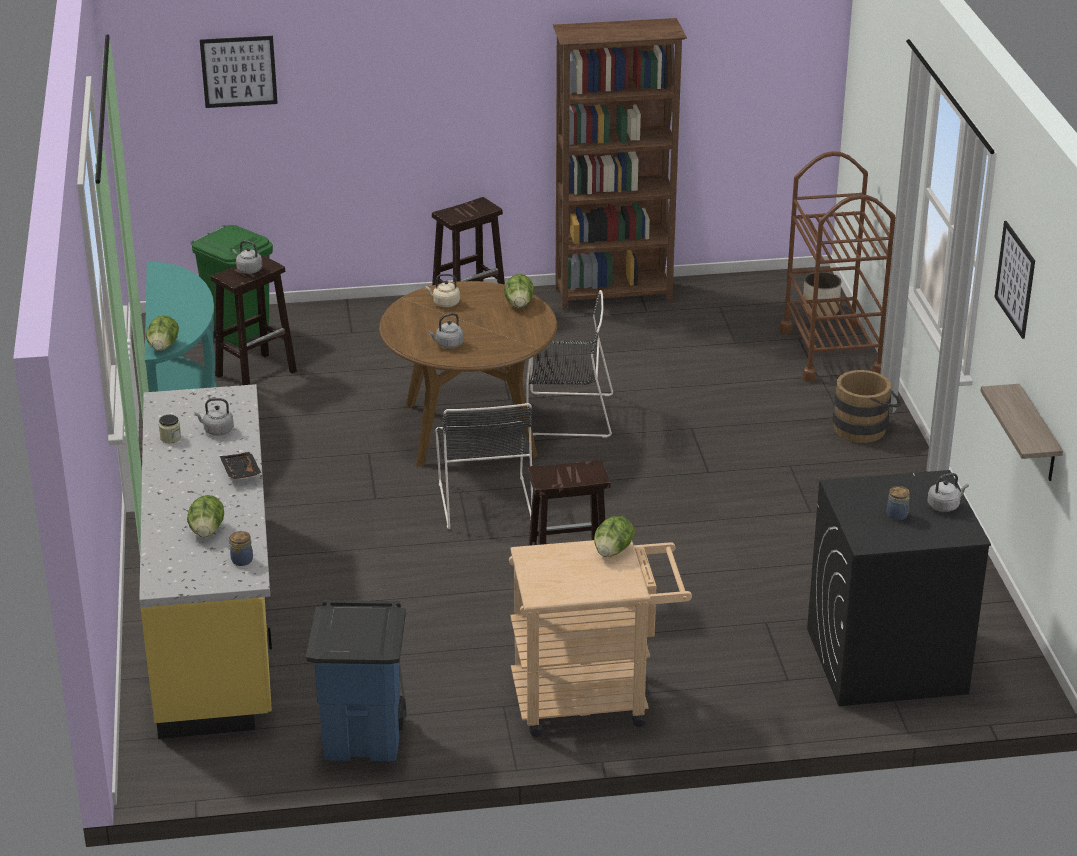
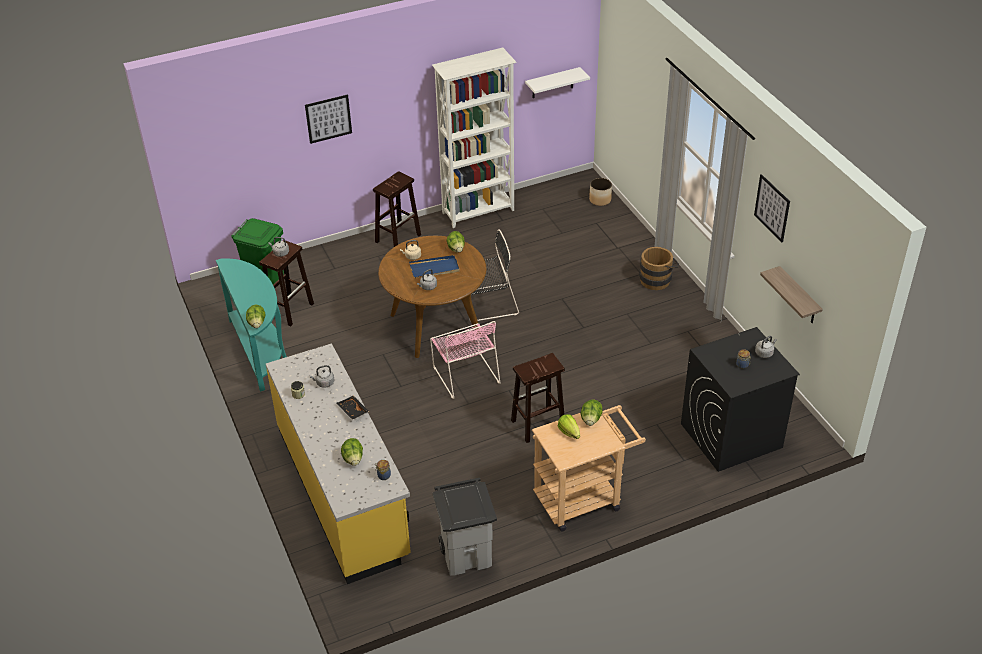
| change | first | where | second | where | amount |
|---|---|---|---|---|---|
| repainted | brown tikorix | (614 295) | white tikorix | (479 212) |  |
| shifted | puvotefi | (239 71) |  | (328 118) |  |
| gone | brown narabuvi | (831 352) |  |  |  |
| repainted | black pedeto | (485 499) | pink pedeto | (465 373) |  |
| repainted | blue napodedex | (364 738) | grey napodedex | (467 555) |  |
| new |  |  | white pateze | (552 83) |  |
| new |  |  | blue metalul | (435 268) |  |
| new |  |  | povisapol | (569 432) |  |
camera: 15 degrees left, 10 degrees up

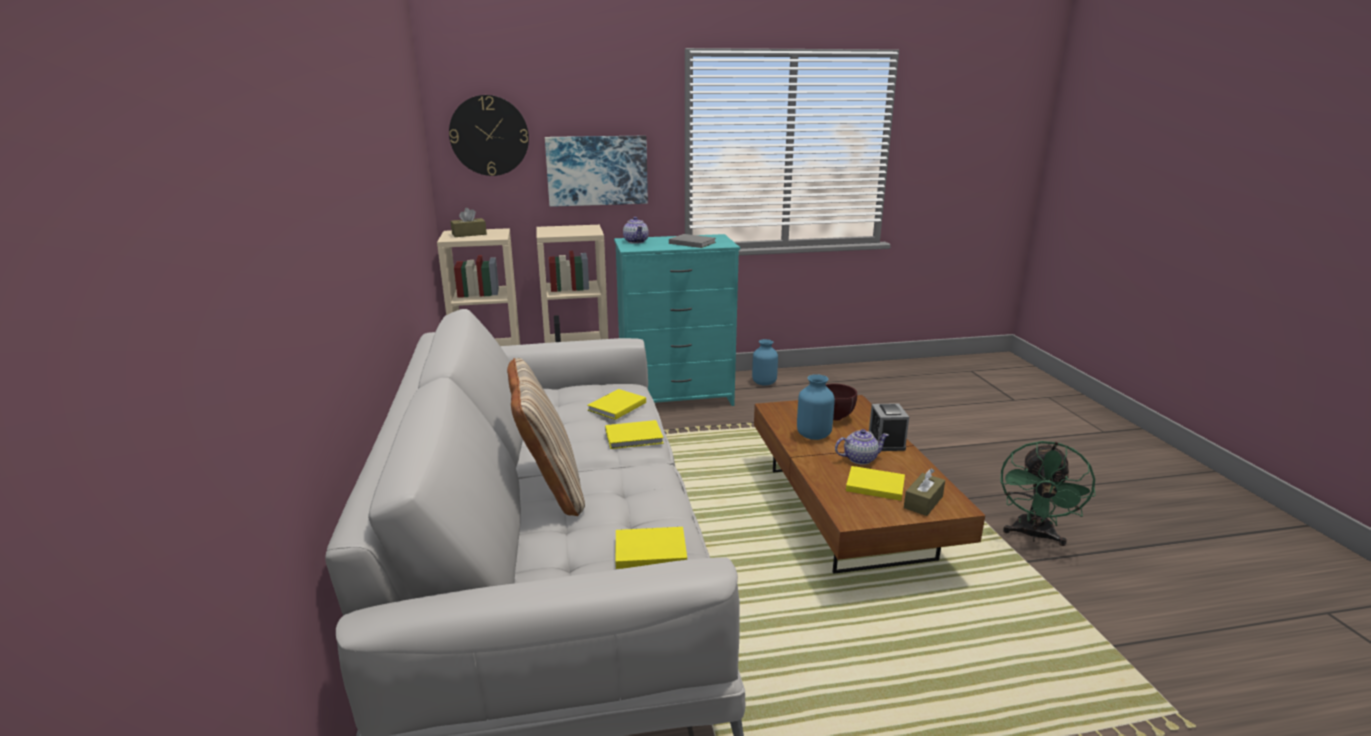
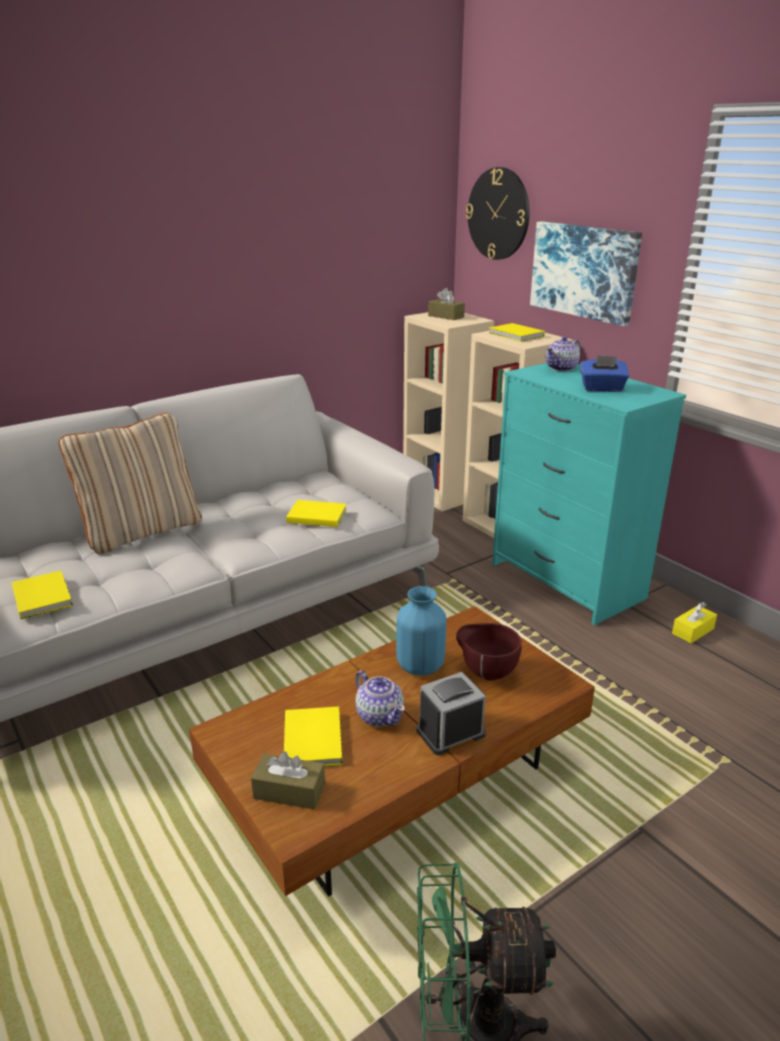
| change | first | where | second | where | amount |
|---|---|---|---|---|---|
| swapped | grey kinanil | (691 243) | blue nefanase | (602 388) |  |
| swapped | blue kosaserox | (763 382) | yellow nefanase | (692 631) |  |
| shifted | yellow kinanil | (635 437) |  | (516 335) |  |
camera: 65 degrees right, 5 degrees up

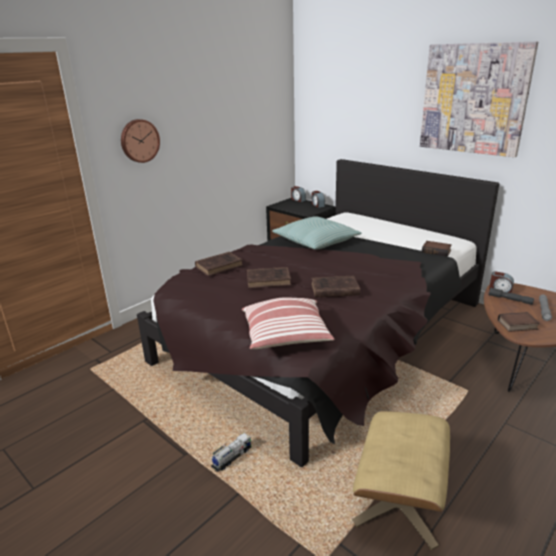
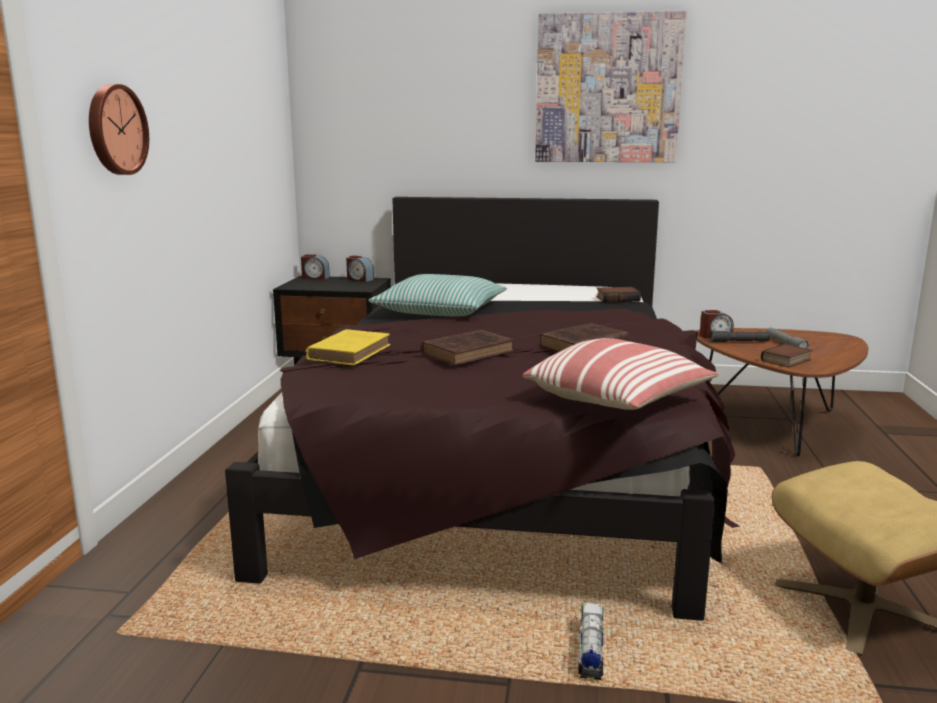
| change | first | where | second | where | amount |
|---|---|---|---|---|---|
| repainted | brown kinanil | (220 266) | yellow kinanil | (350 352) |  |
camera: 35 degrees left, 10 degrees down

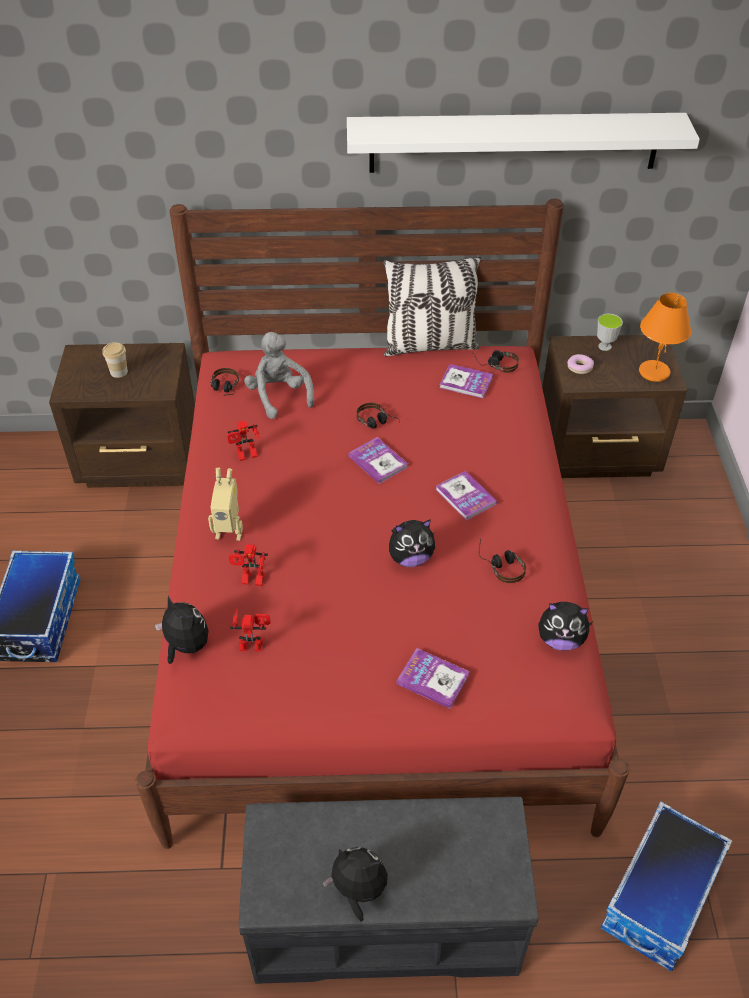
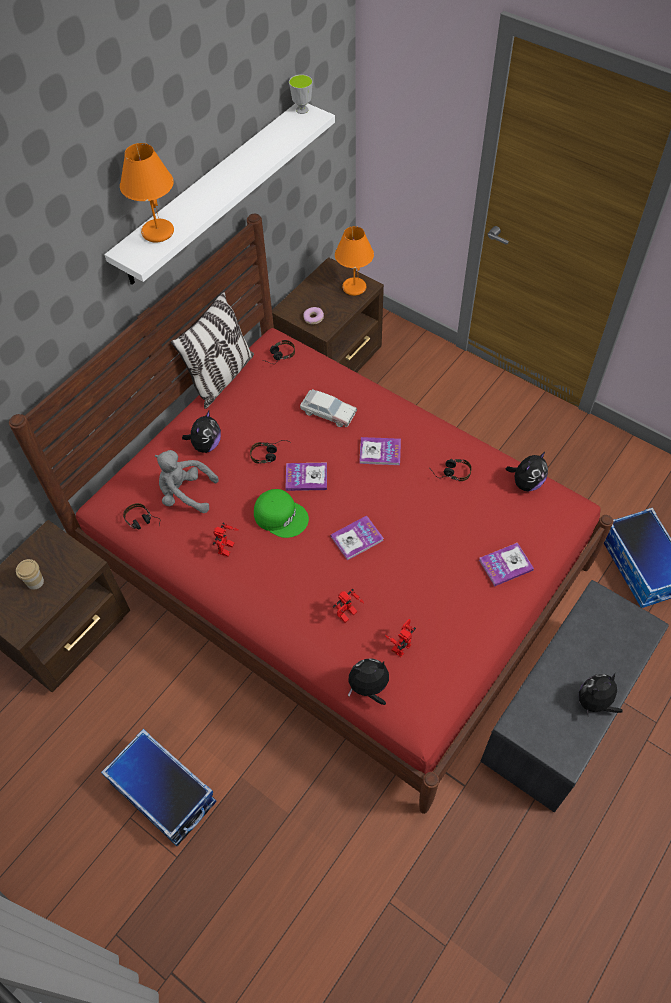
| change | first | where | second | where | amount |
|---|---|---|---|---|---|
| shifted | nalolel | (604 346) |  | (302 110) |  |
| shifted | kinanil | (466 382) |  | (357 538) |  |
| gone | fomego | (230 530) |  |  |  |
| shifted | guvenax | (410 558) |  | (206 445) |  |
| new |  |  | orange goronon | (157 232) |  |
| new |  |  | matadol | (327 412) |  |
| new |  |  | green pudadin | (281 516) |  |
camera: 50 degrees left, 10 degrees up

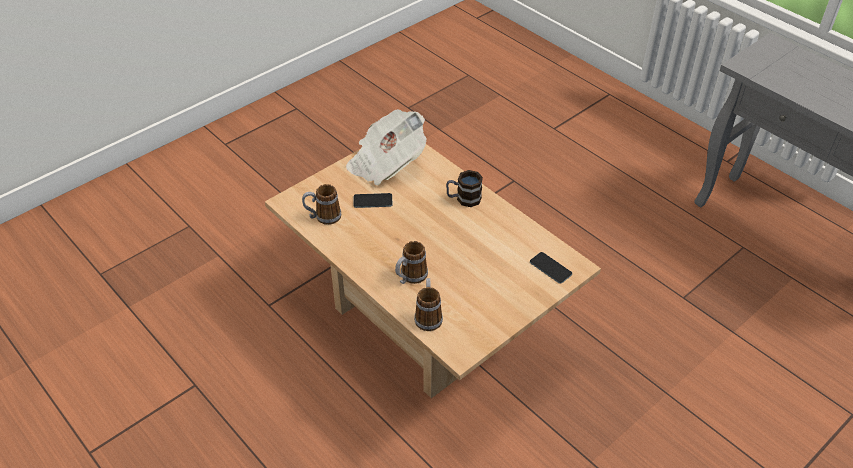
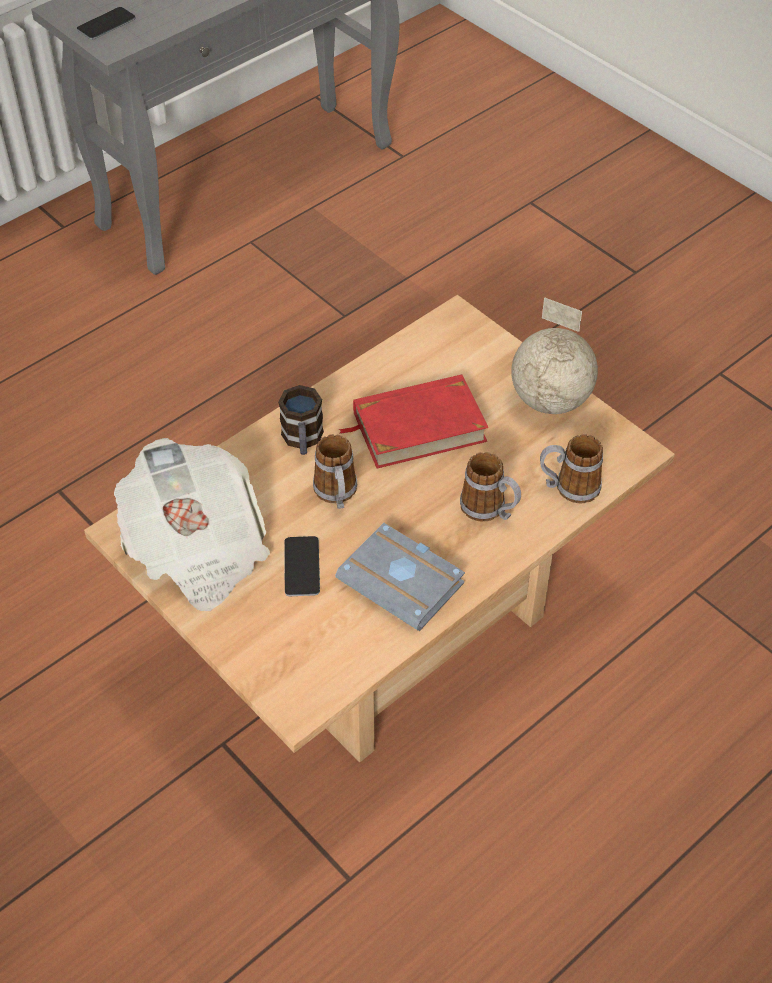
| change | first | where | second | where | amount |
|---|---|---|---|---|---|
| shifted | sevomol | (323 217) |  | (337 495) |  |
| shifted | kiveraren | (550 268) |  | (106 24) |  |
| new |  |  | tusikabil | (550 400) |  |
| new |  |  | red kinanil | (418 426) |  |
| new |  |  | grey kinanil | (404 581) |  |
camera: 90 degrees left, 5 degrees up

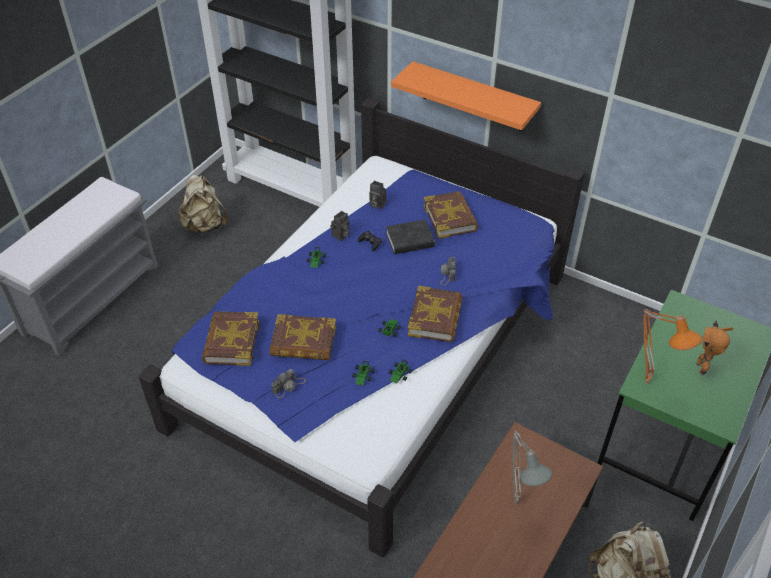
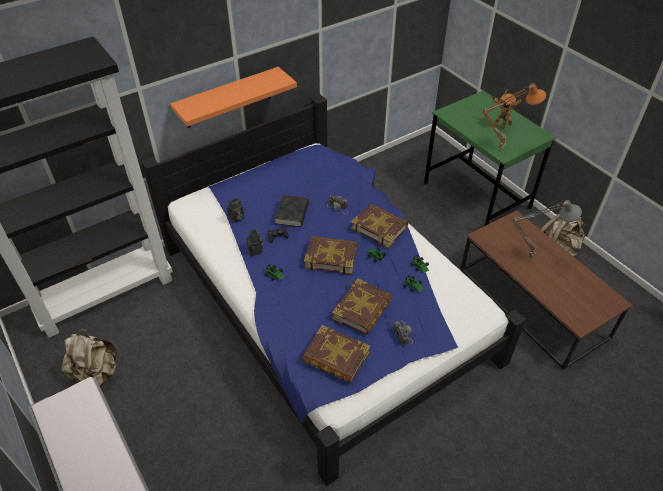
| change | first | where | second | where | amount |
|---|---|---|---|---|---|
| shifted | kinanil | (450 218) |  | (331 257) |  |
camera: 65 degrees left, 0 degrees up

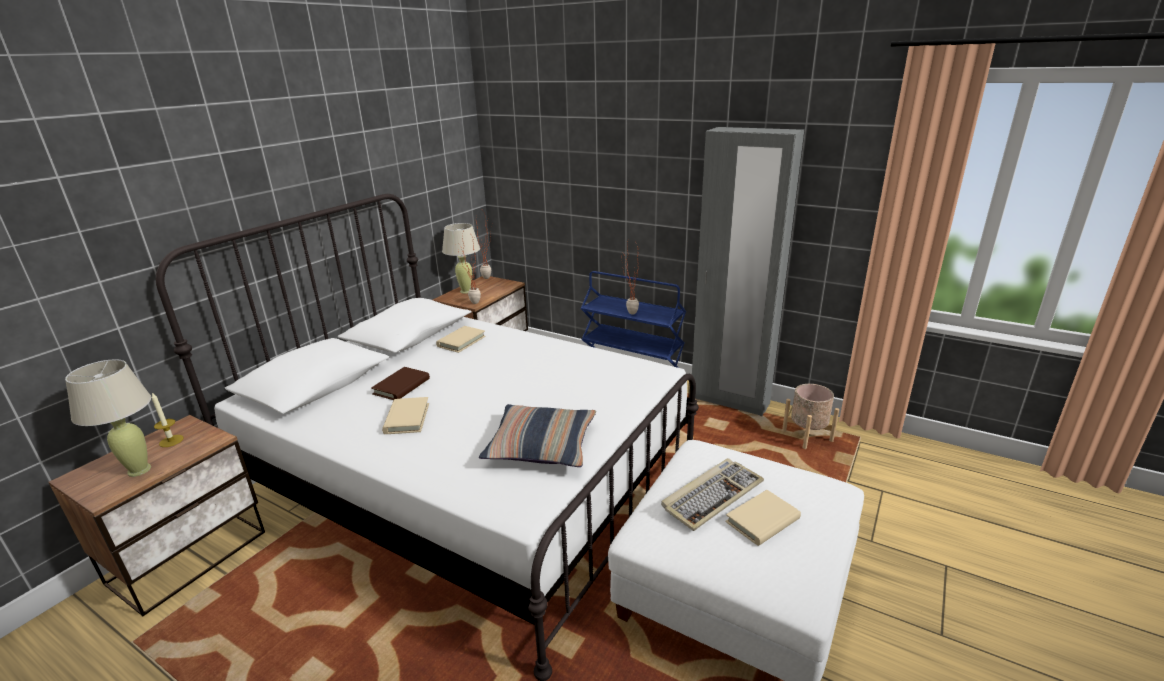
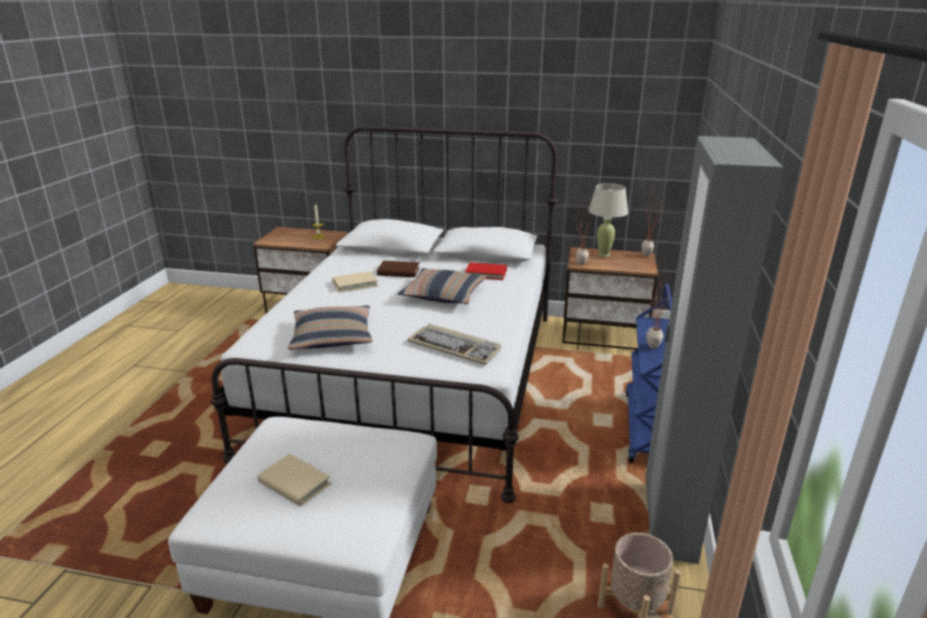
| change | first | where | second | where | amount |
|---|---|---|---|---|---|
| repainted | beige kinanil | (461 341) | red kinanil | (486 273) |  |
| gone | beige goronon | (139 470) |  |  |  |
| shifted | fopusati | (712 495) |  | (455 347) |  |
| new |  |  | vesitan | (443 295) |  |
camera: 70 degrees right, 0 degrees up

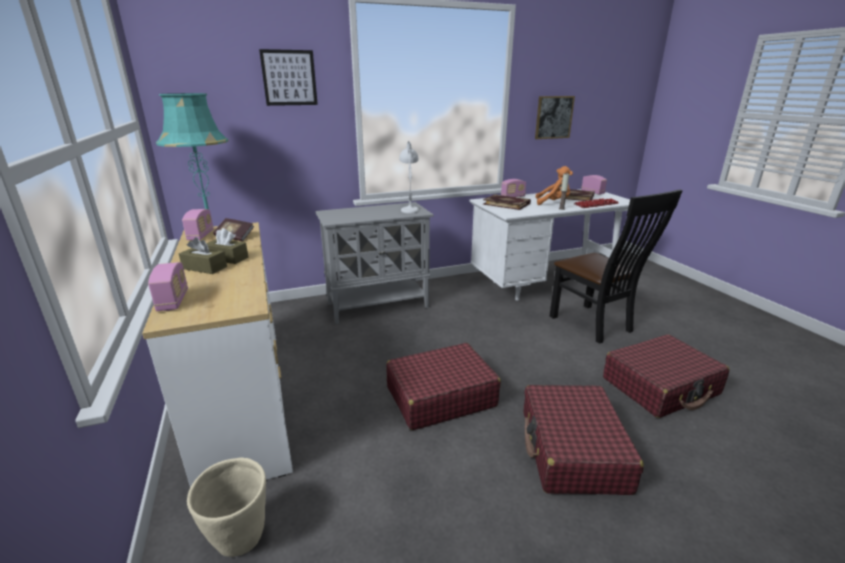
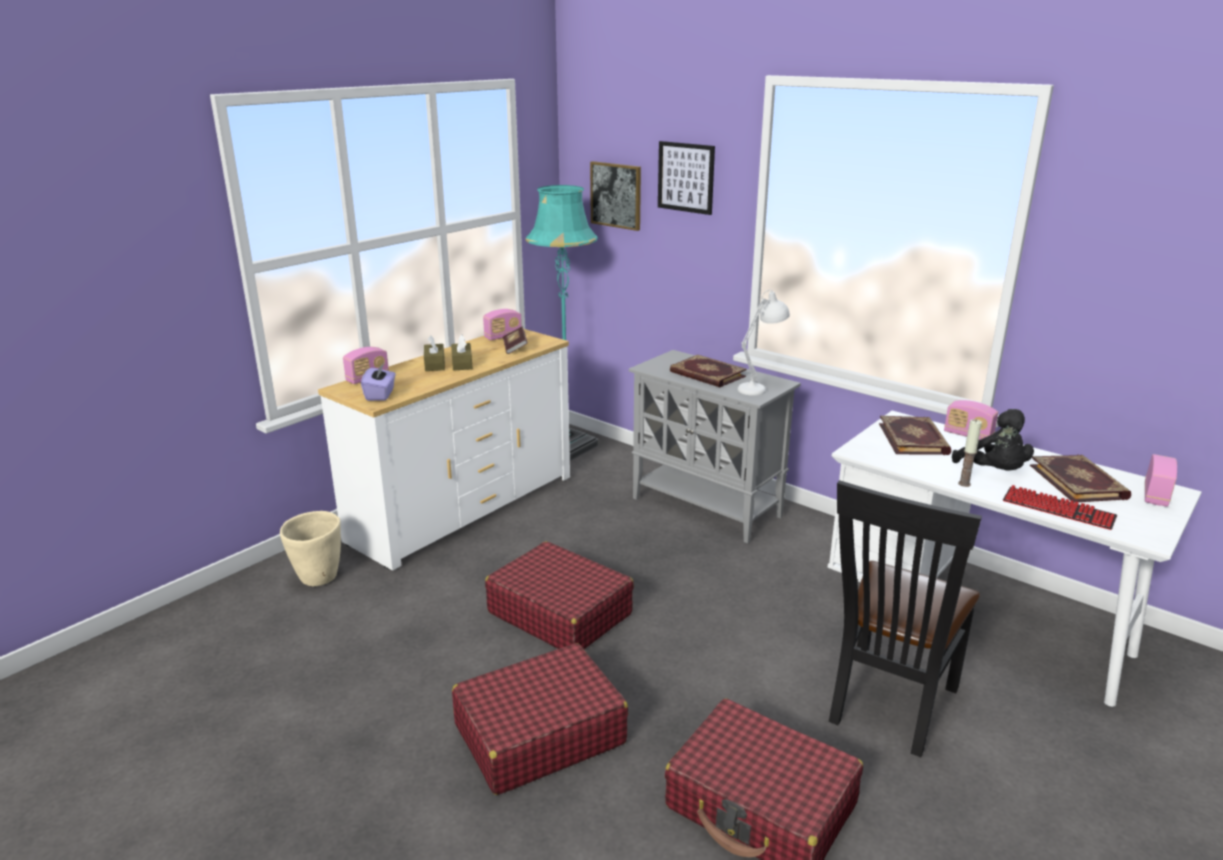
| change | first | where | second | where | amount |
|---|---|---|---|---|---|
| shifted | puvotefi | (553 117) |  | (616 195) |  |
| repainted | orange guvenax | (553 203) | black guvenax | (994 472) |  |
| new |  |  | kinanil | (707 374) |  |
| new |  |  | purple nefanase | (380 395) |  |
camera: 60 degrees right, 0 degrees up

